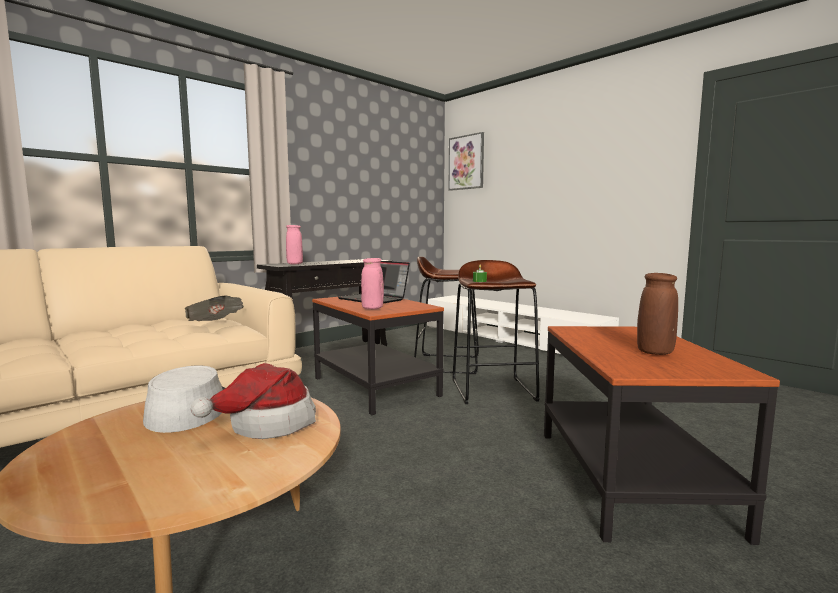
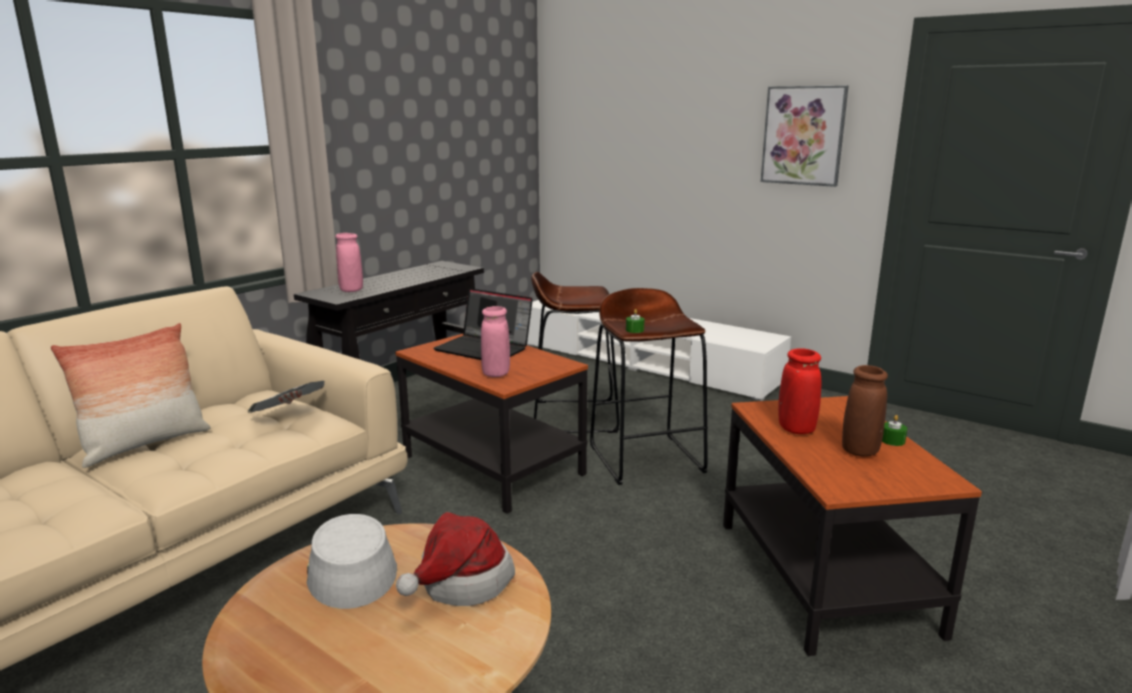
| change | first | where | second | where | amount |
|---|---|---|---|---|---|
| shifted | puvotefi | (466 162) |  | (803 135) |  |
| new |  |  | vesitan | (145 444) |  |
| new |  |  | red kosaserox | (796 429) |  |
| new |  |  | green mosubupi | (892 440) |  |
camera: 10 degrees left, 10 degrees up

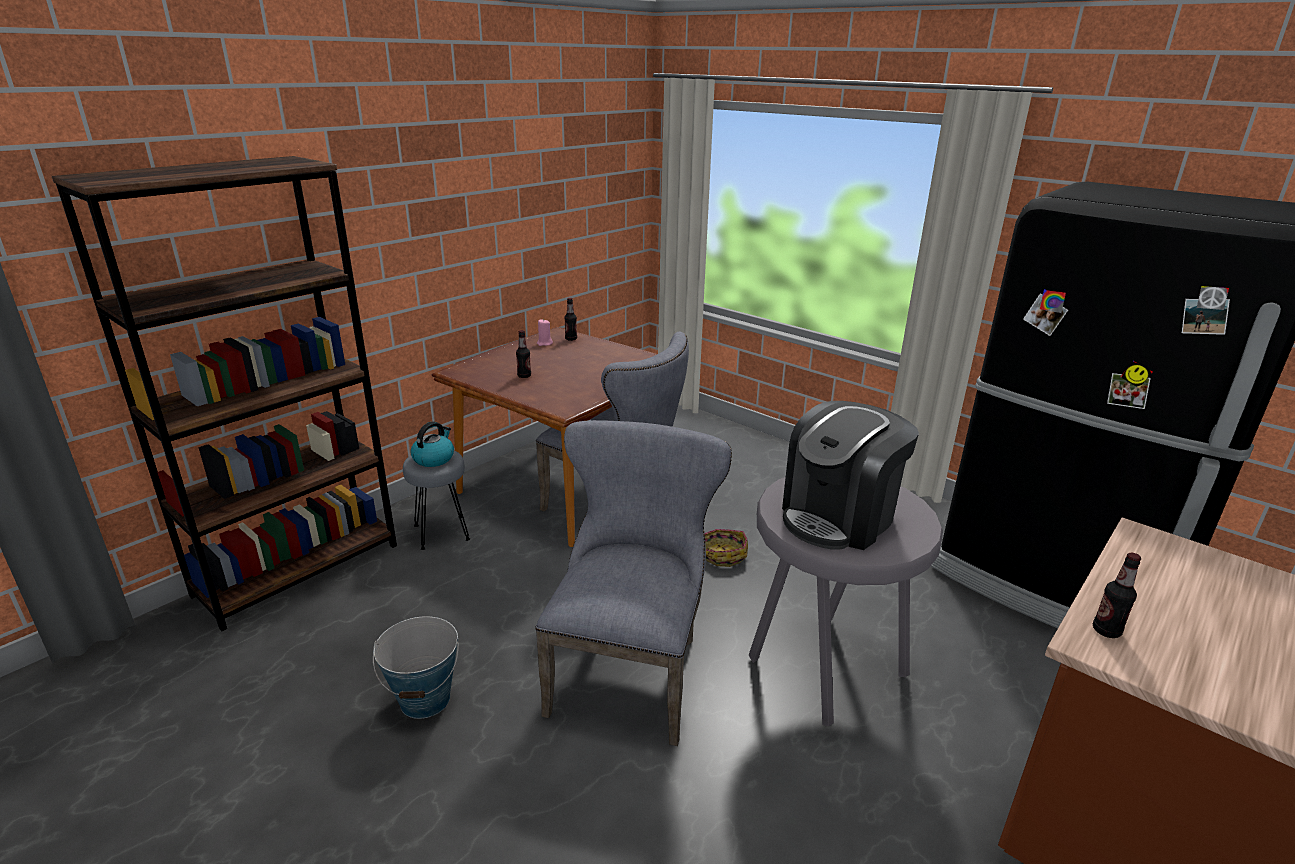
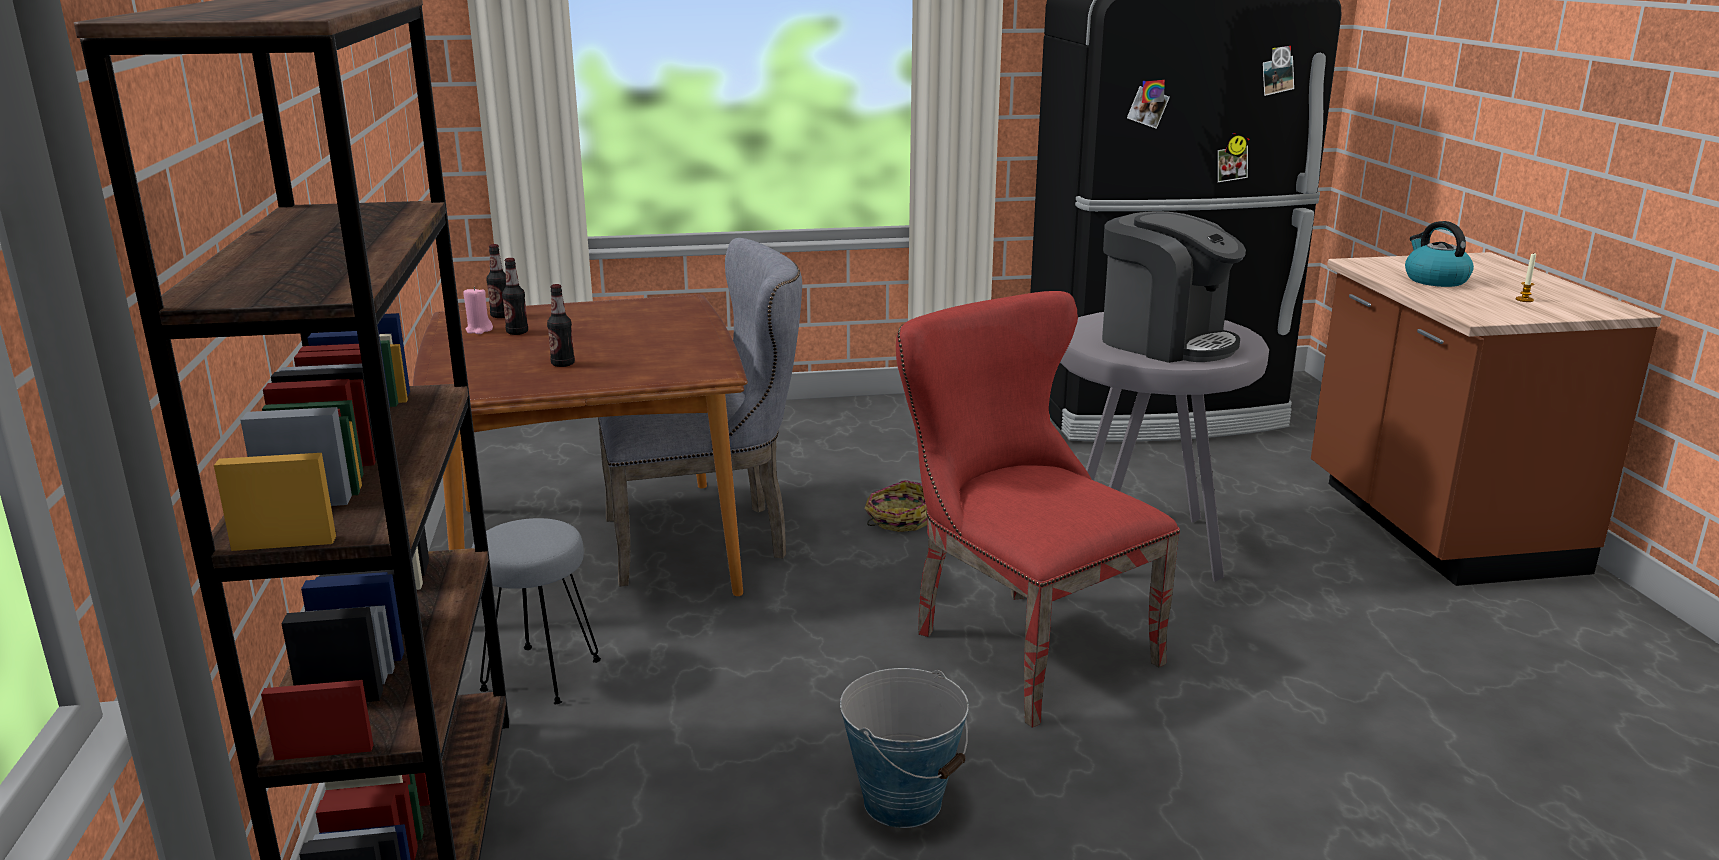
| change | first | where | second | where | amount |
|---|---|---|---|---|---|
| rotated | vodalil | (839 517) |  | (1165 342) | 45 degrees counterclockwise |
| repainted | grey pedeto | (631 668) | red pedeto | (1019 644) |  |
| shifted | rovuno | (434 458) |  | (1434 280) |  |
| shifted | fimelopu | (1106 631) |  | (517 332) |  |
| new |  |  | mosubupi | (1524 300) |  |
camera: 50 degrees left, 5 degrees down

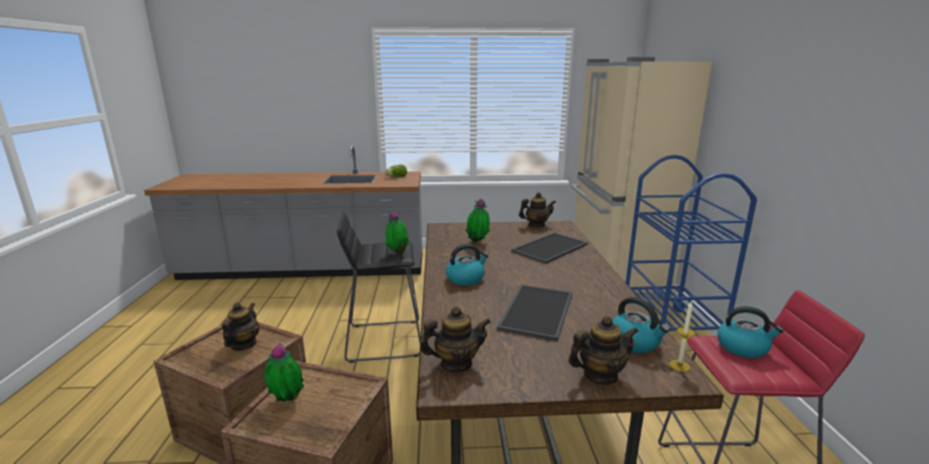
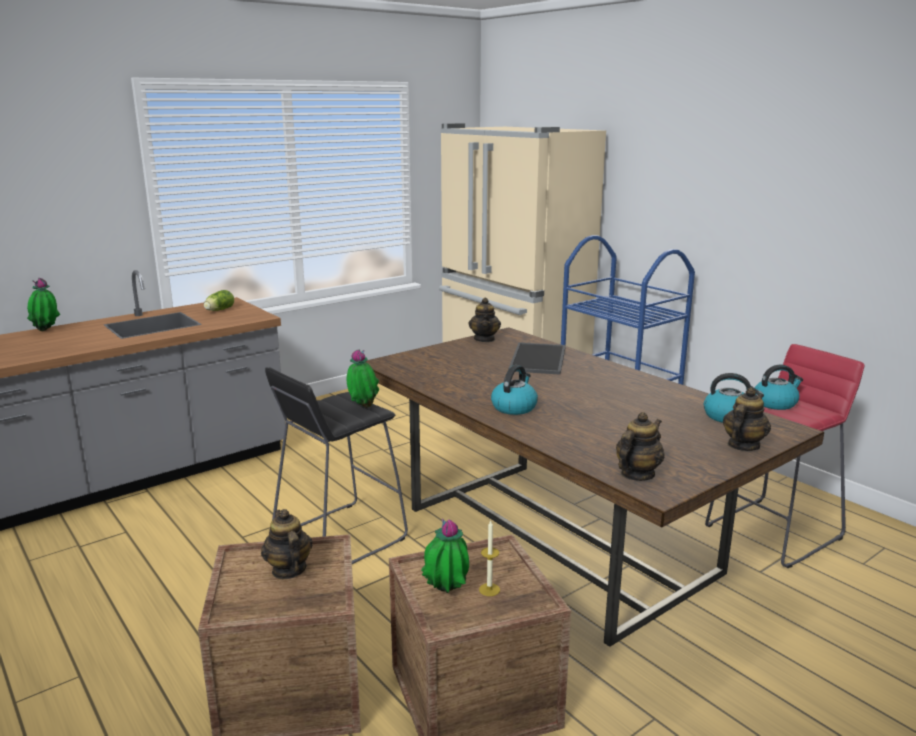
| change | first | where | second | where | amount |
|---|---|---|---|---|---|
| rotated | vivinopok | (536 225) |  | (484 339) | 135 degrees clockwise |
| shifted | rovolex | (477 242) |  | (46 331) |  |
| gone | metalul | (535 310) |  |  |  |
| shifted | mosubupi | (679 365) |  | (489 589) |  |
camera: 35 degrees left, 0 degrees up

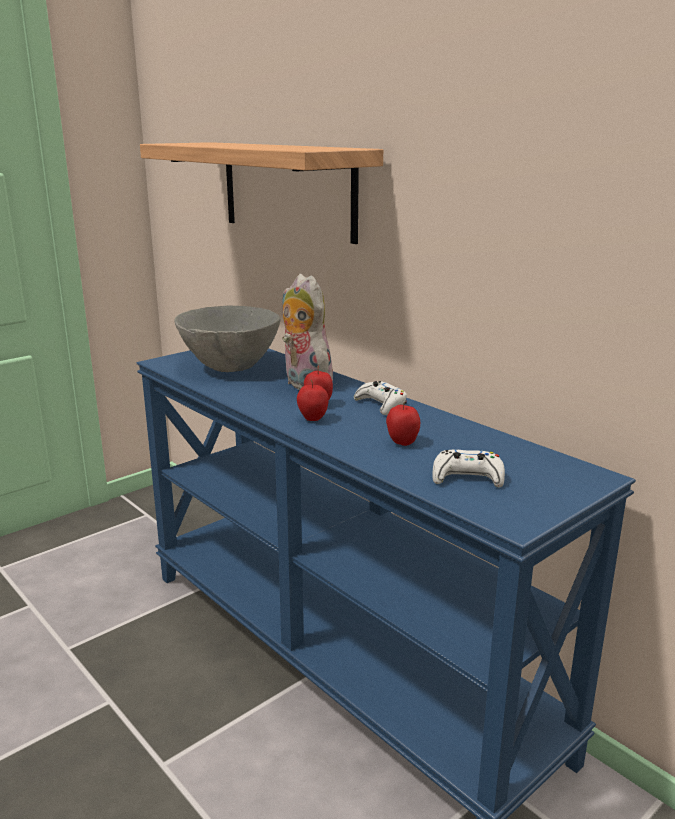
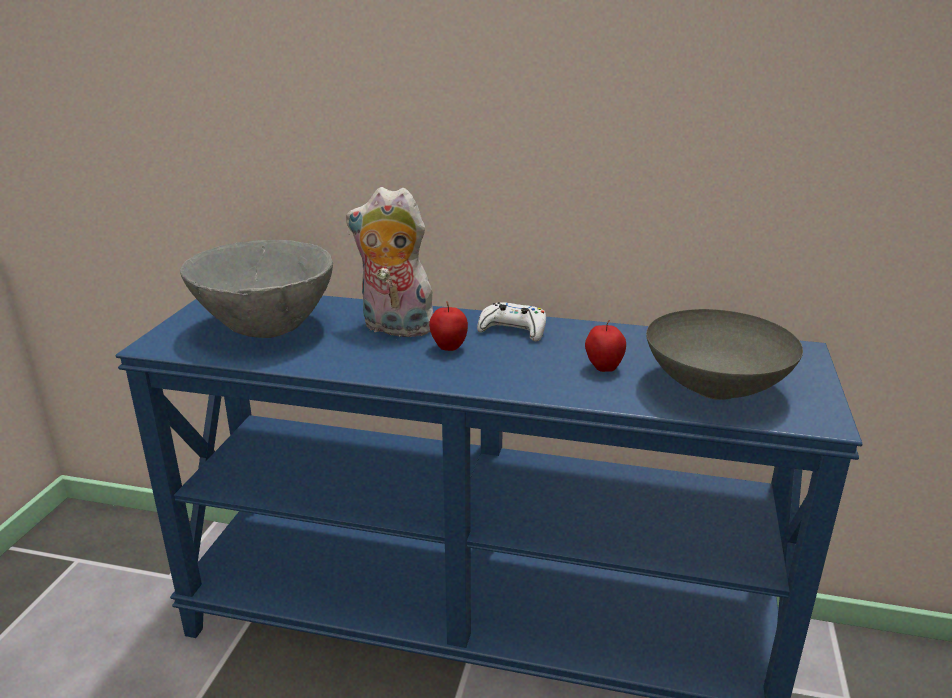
| change | first | where | second | where | amount |
|---|---|---|---|---|---|
| gone | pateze | (287 189) |  |  |  |
| gone | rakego | (312 419) |  |  |  |
| swapped | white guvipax | (467 477) | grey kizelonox | (716 388) |  |
camera: 35 degrees left, 5 degrees up

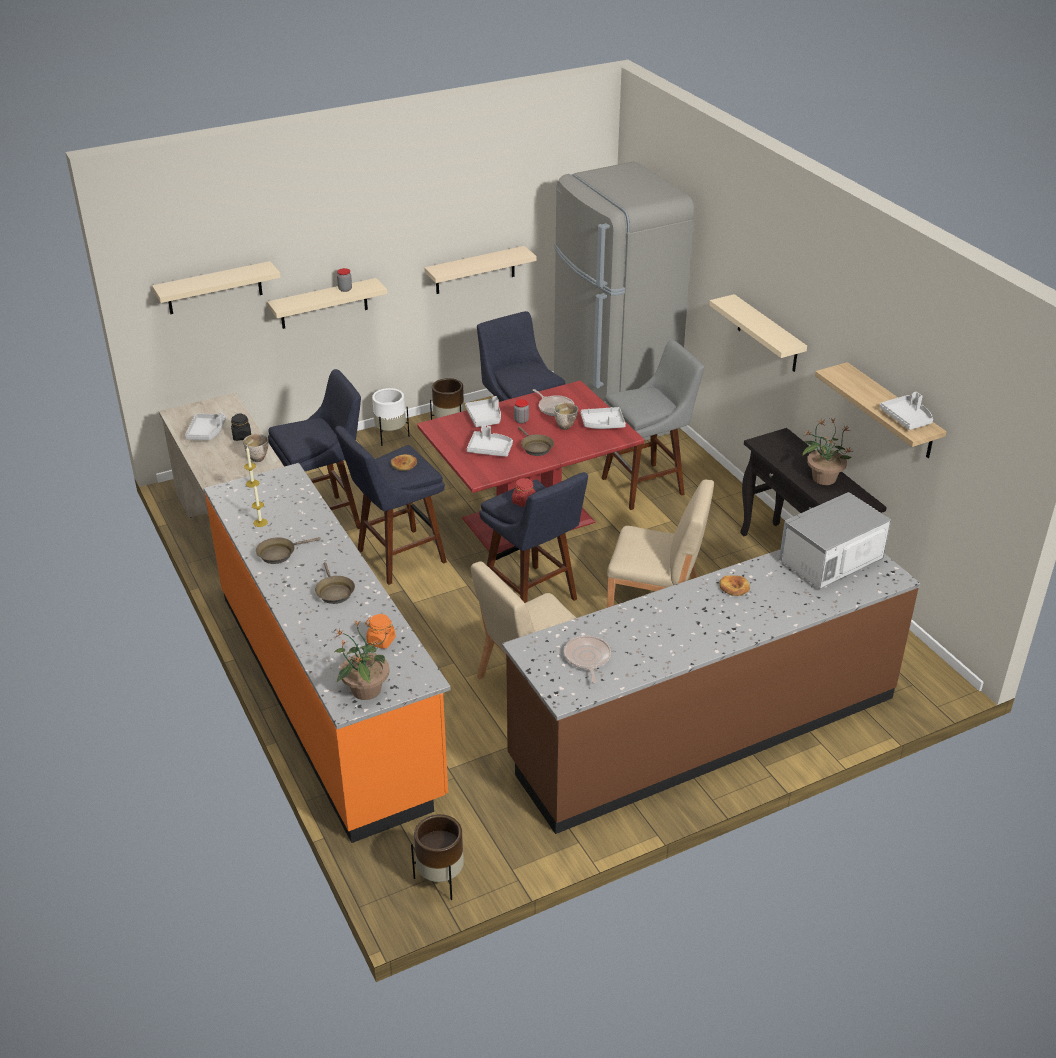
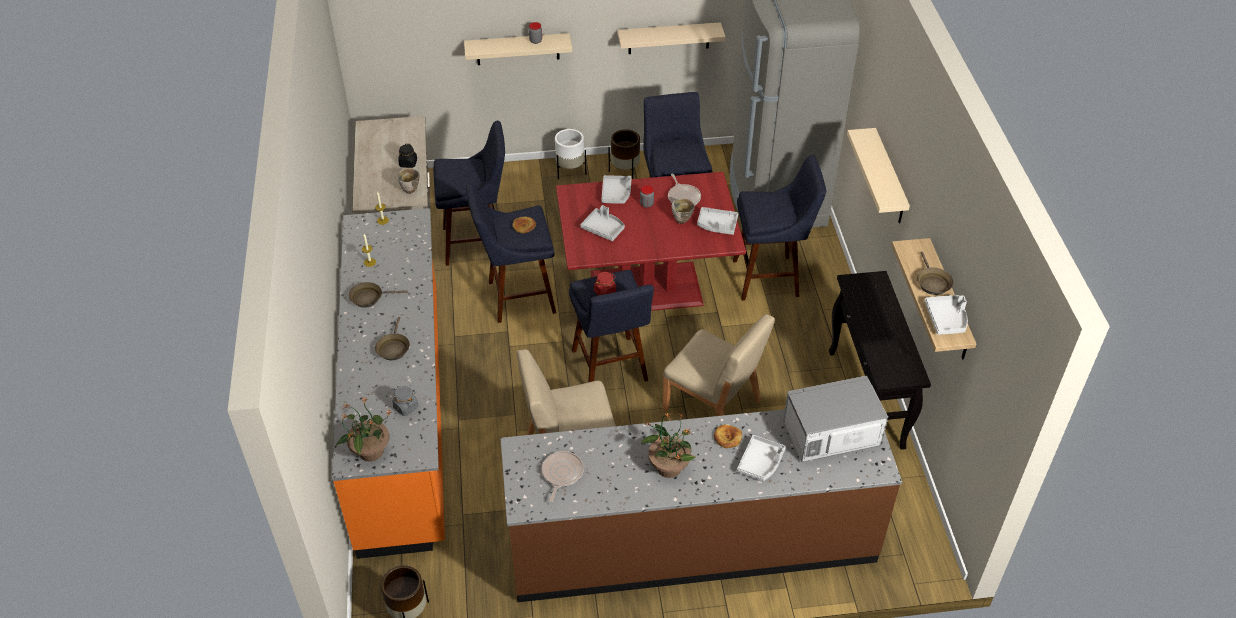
| change | first | where | second | where | amount |
|---|---|---|---|---|---|
| gone | beige pateze | (214 288) |  |  |  |
| repainted | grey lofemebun | (647 485) | blue lofemebun | (771 277) |  |
| shifted | grey metalul | (206 432) |  | (761 463) |  |
| shifted | rovolex | (823 478) |  | (668 467) |  |
| shifted | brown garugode | (535 447) |  | (932 282) |  |
| repainted | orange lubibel | (381 641) | grey lubibel | (405 407) |  |
camera: 20 degrees right, 10 degrees up

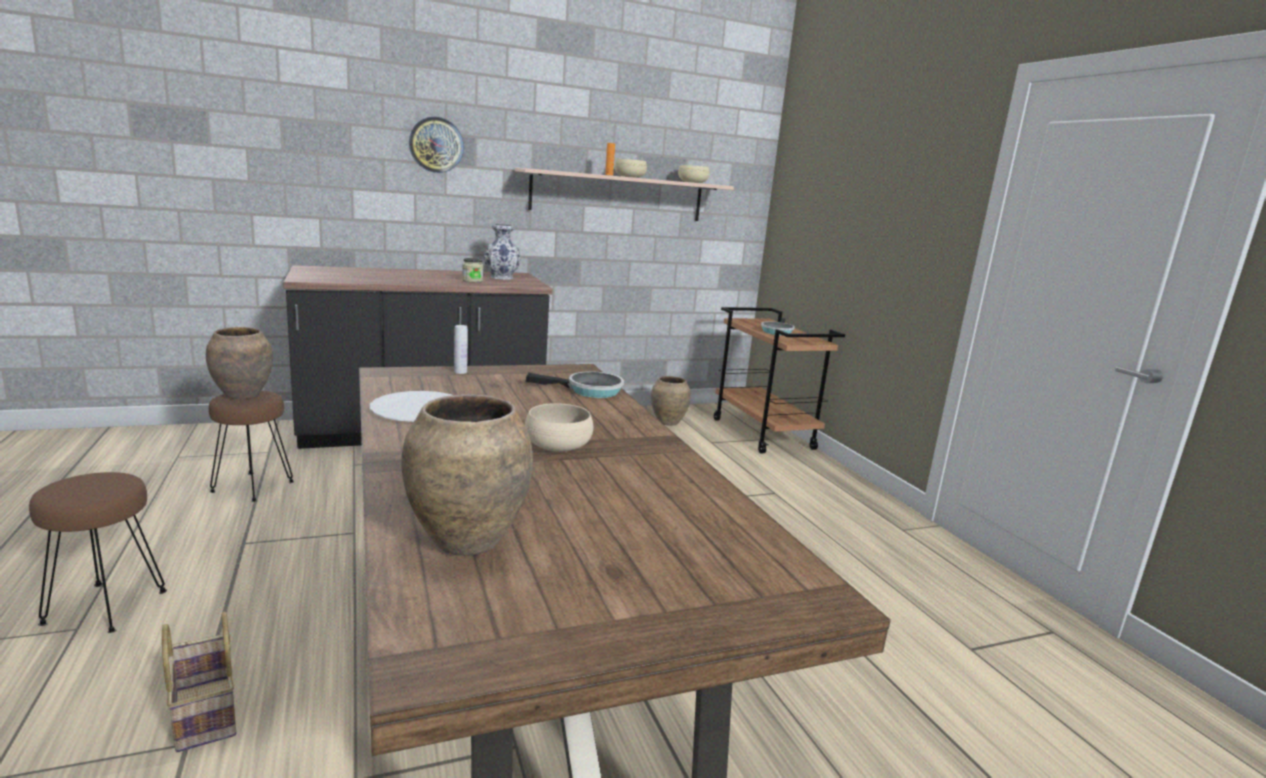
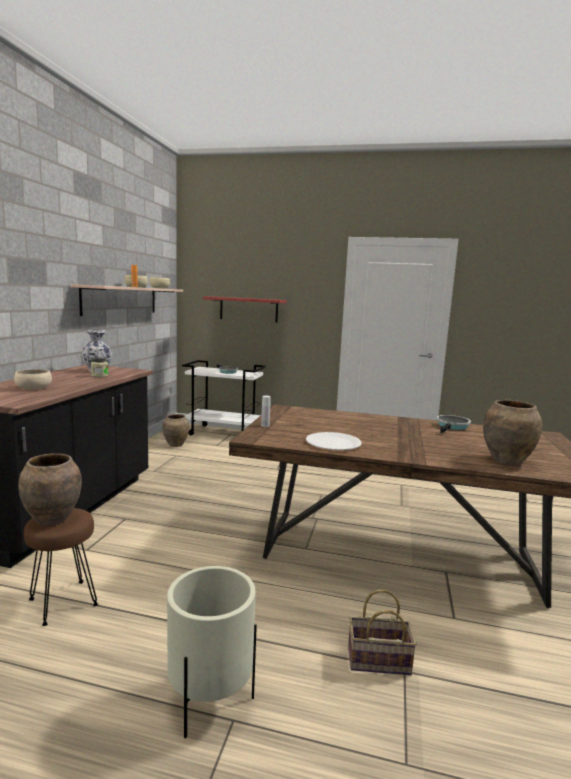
| change | first | where | second | where | amount |
|---|---|---|---|---|---|
| gone | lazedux | (436 145) |  |  |  |
| repainted | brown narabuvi | (764 434) | white narabuvi | (224 433) |  |
| shifted | garugode | (589 390) |  | (452 427) |  |
| shifted | beige kizelonox | (558 445) |  | (34 387) |  |
| swapped | brown lofemebun | (107 606) | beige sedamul | (209 701) |  |
| new |  |  | red pateze | (248 309) |  |
camera: 55 degrees left, 5 degrees down

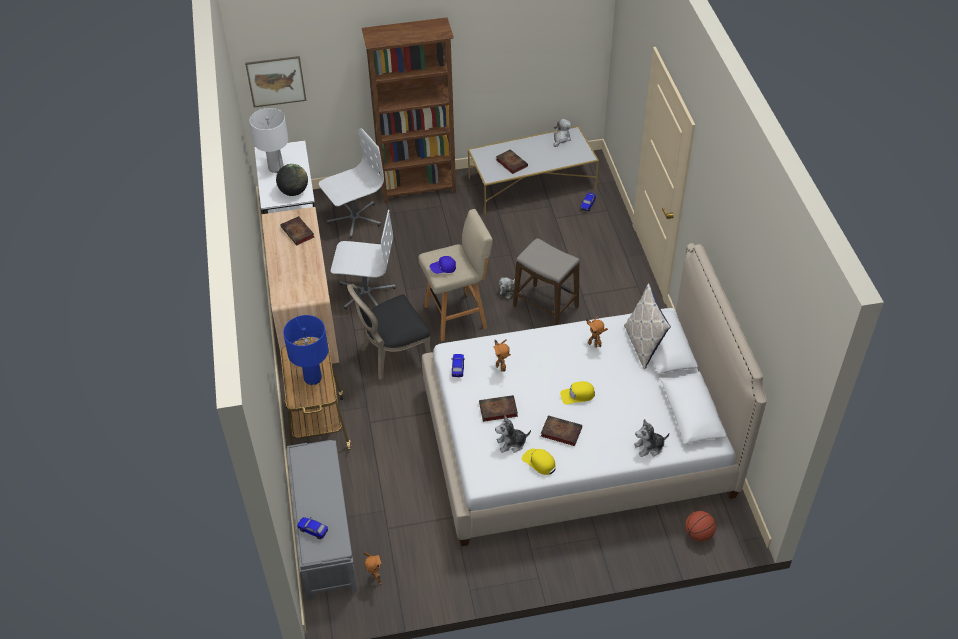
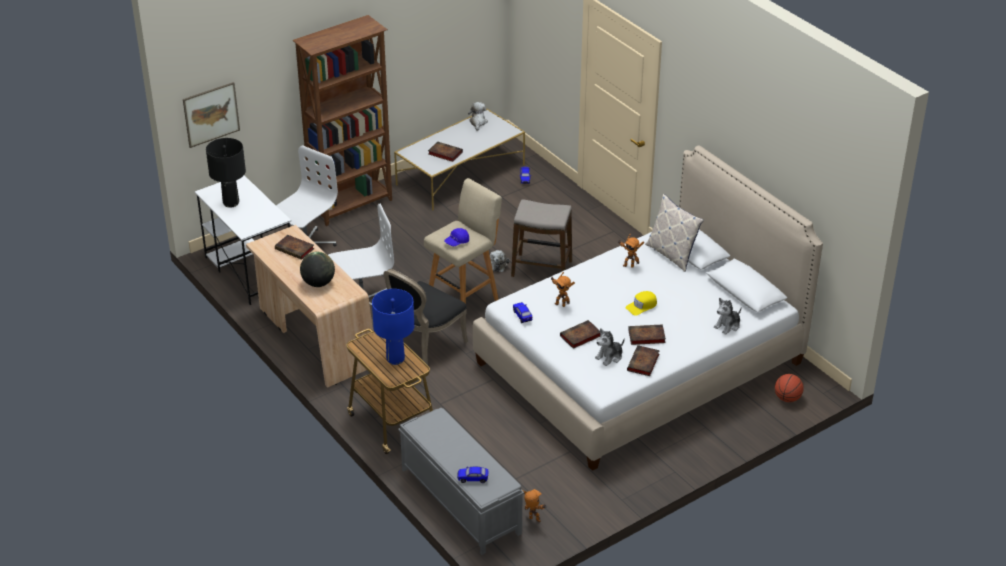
| change | first | where | second | where | amount |
|---|---|---|---|---|---|
| repainted | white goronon | (276 168) | black goronon | (231 203) |  |
| shifted | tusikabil | (294 192) |  | (318 283) |  |
| swapped | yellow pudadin | (539 462) | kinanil | (643 363) |  |
camera: 25 degrees left, 10 degrees down

